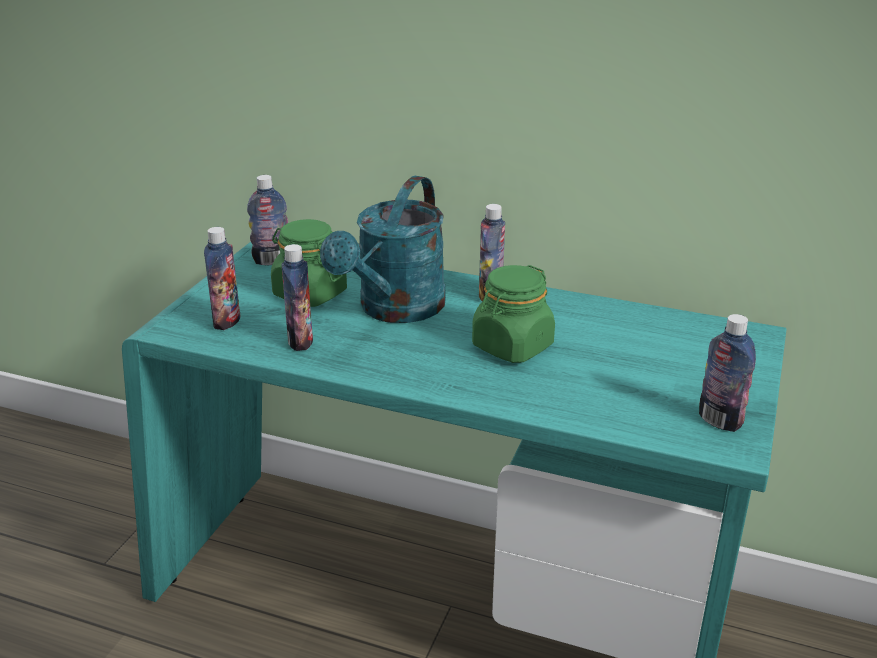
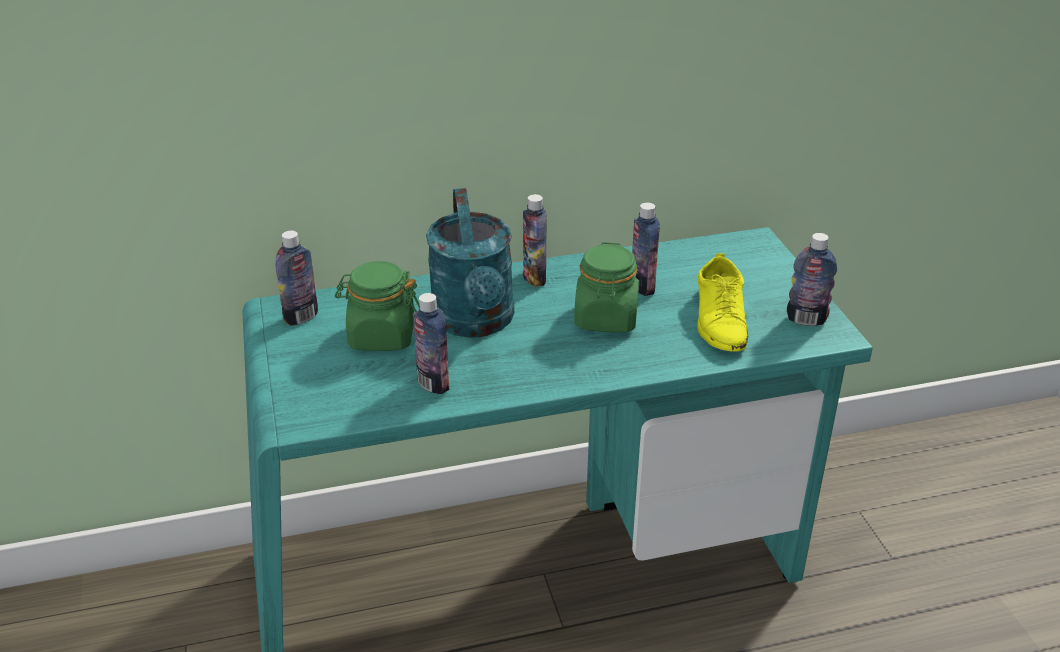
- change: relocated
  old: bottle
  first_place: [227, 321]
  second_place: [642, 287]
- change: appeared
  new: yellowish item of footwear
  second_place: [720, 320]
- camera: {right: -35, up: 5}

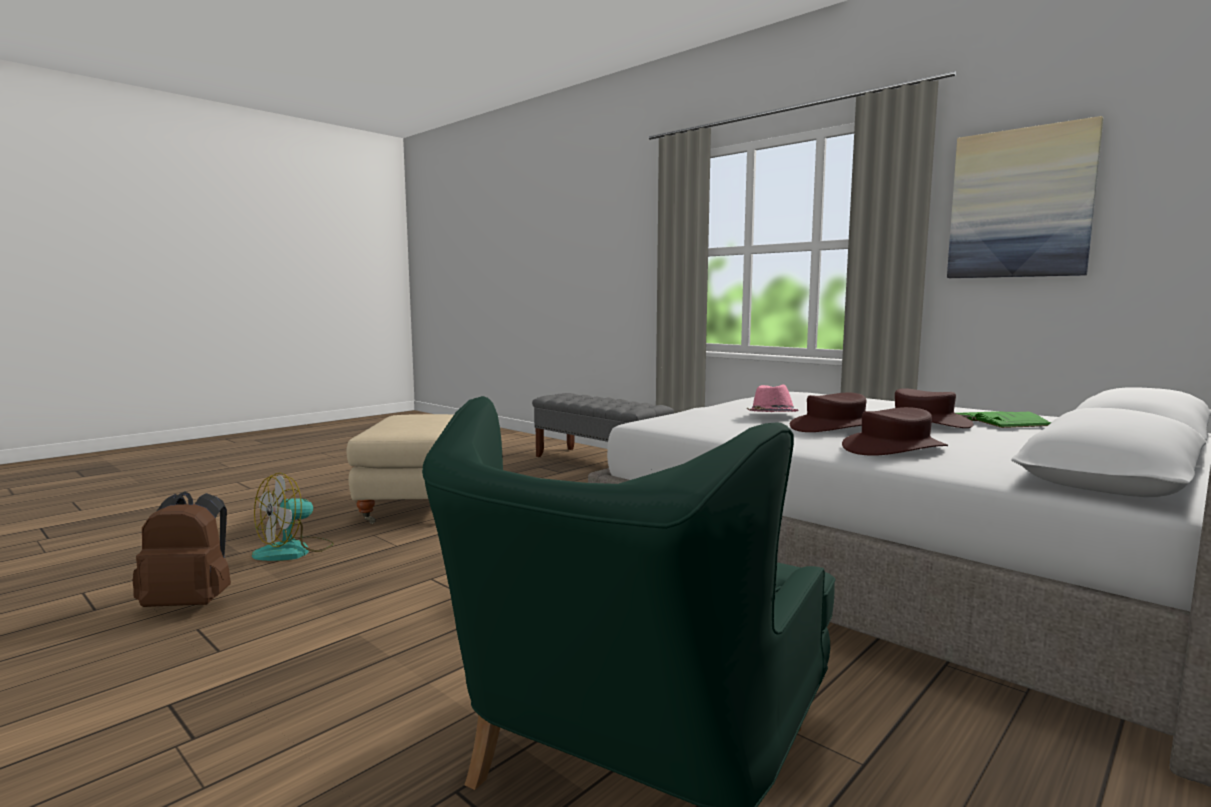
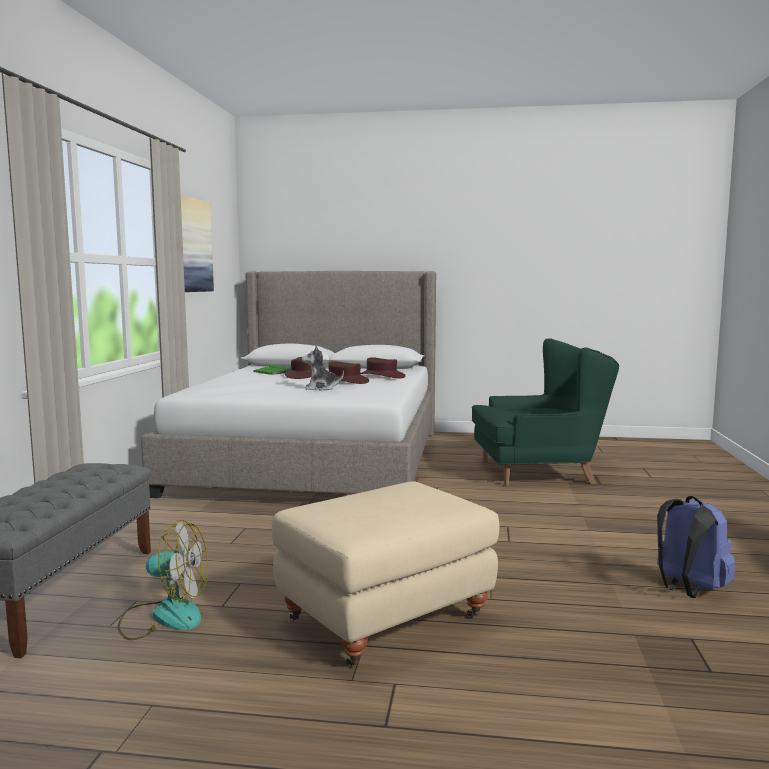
- change: colour
  old: brownish knapsack
  new: blue knapsack
  first_place: [191, 603]
  second_place: [688, 590]
- change: relocated
  old: electric fan
  first_place: [294, 551]
  second_place: [164, 616]
- change: exchanged
  old: pink clothing hat
  new: plush toy
  first_place: [772, 416]
  second_place: [321, 388]
- camera: {right: -125, up: 0}

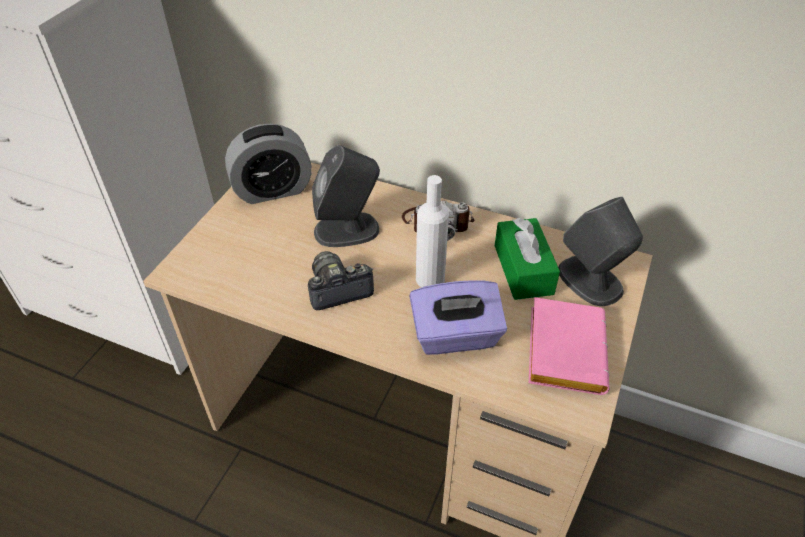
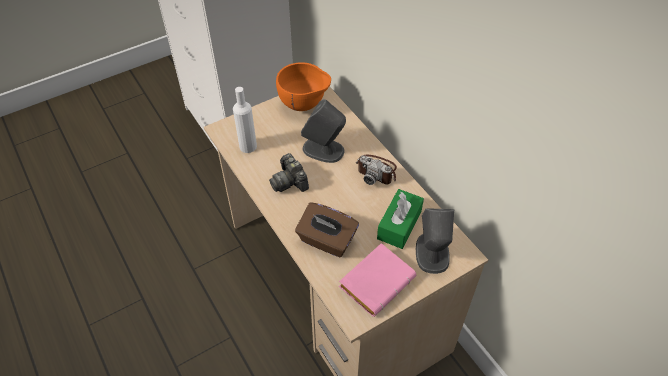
- change: exchanged
  old: table clock
  new: orangey bowl
  first_place: [272, 190]
  second_place: [304, 105]
- change: spun
  old: still camera
  first_place: [338, 290]
  second_place: [289, 181]
  degrees: -135
- change: colour
  old: purplish tissue holder
  new: brownish tissue holder
  first_place: [456, 336]
  second_place: [326, 241]
- change: relocated
  old: whitish bottle
  first_place: [430, 279]
  second_place: [248, 146]
- camera: {right: 35, up: 5}

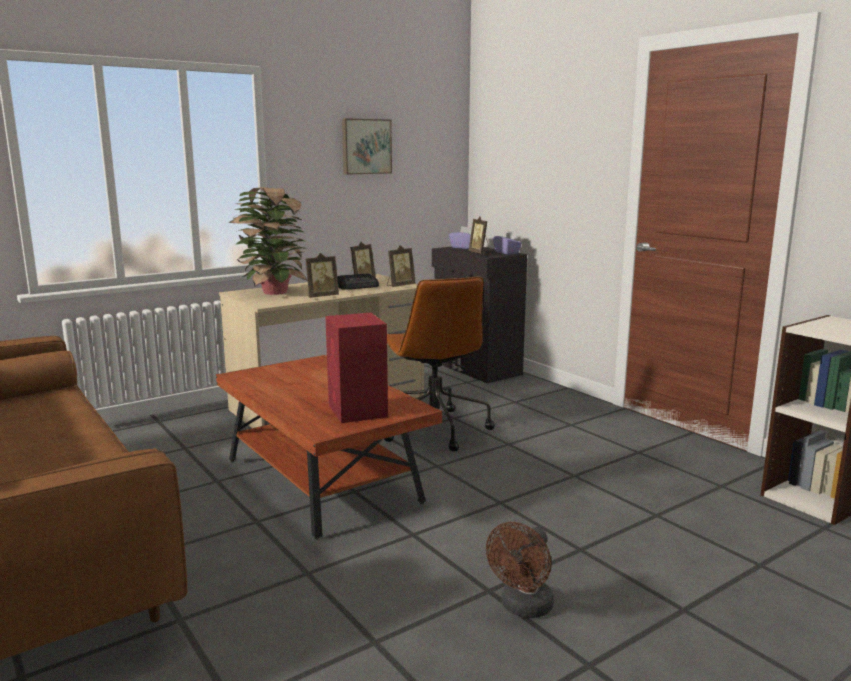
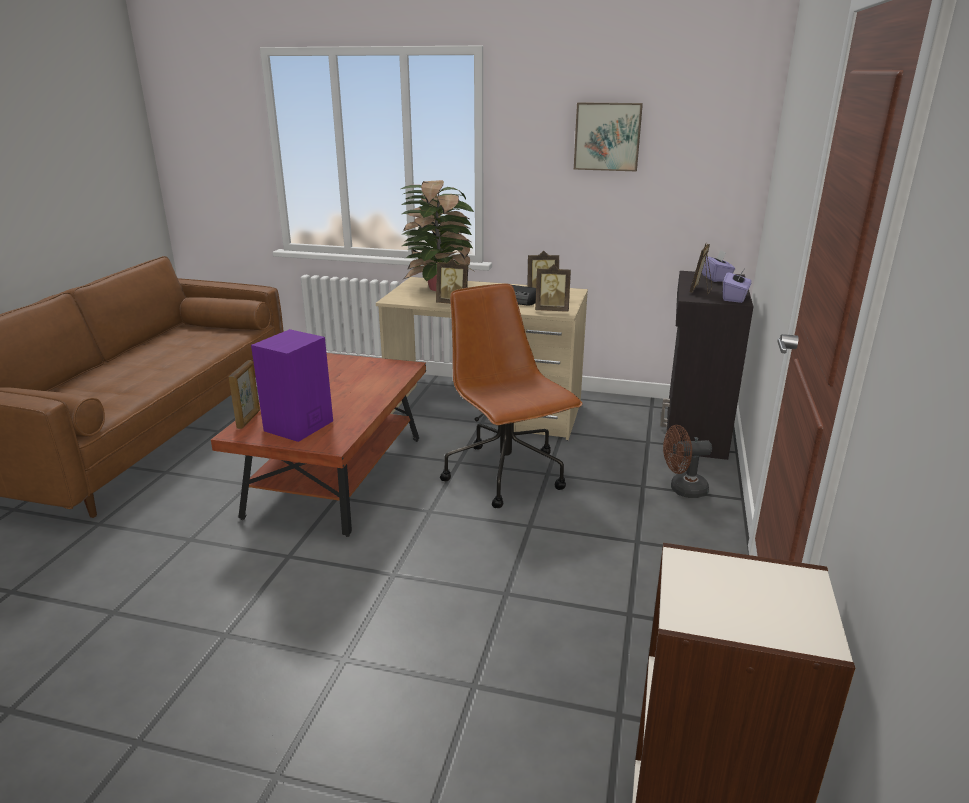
- change: colour
  old: reddish loudspeaker
  new: purplish loudspeaker
  first_place: [358, 411]
  second_place: [297, 426]
- change: spun
  old: brownish desk chair
  first_place: [433, 429]
  second_place: [506, 475]
  degrees: 120
- change: relocated
  old: brownish electric fan
  first_place: [523, 608]
  second_place: [682, 490]
- change: appeared
  new: picture frame
  second_place: [249, 419]
- camera: {right: 50, up: 10}

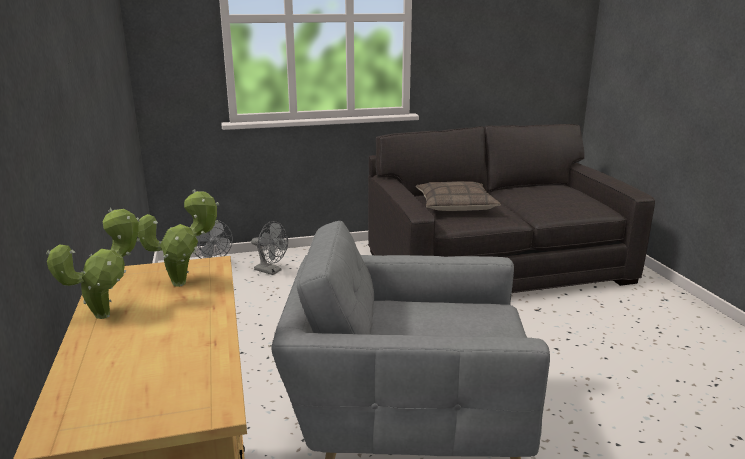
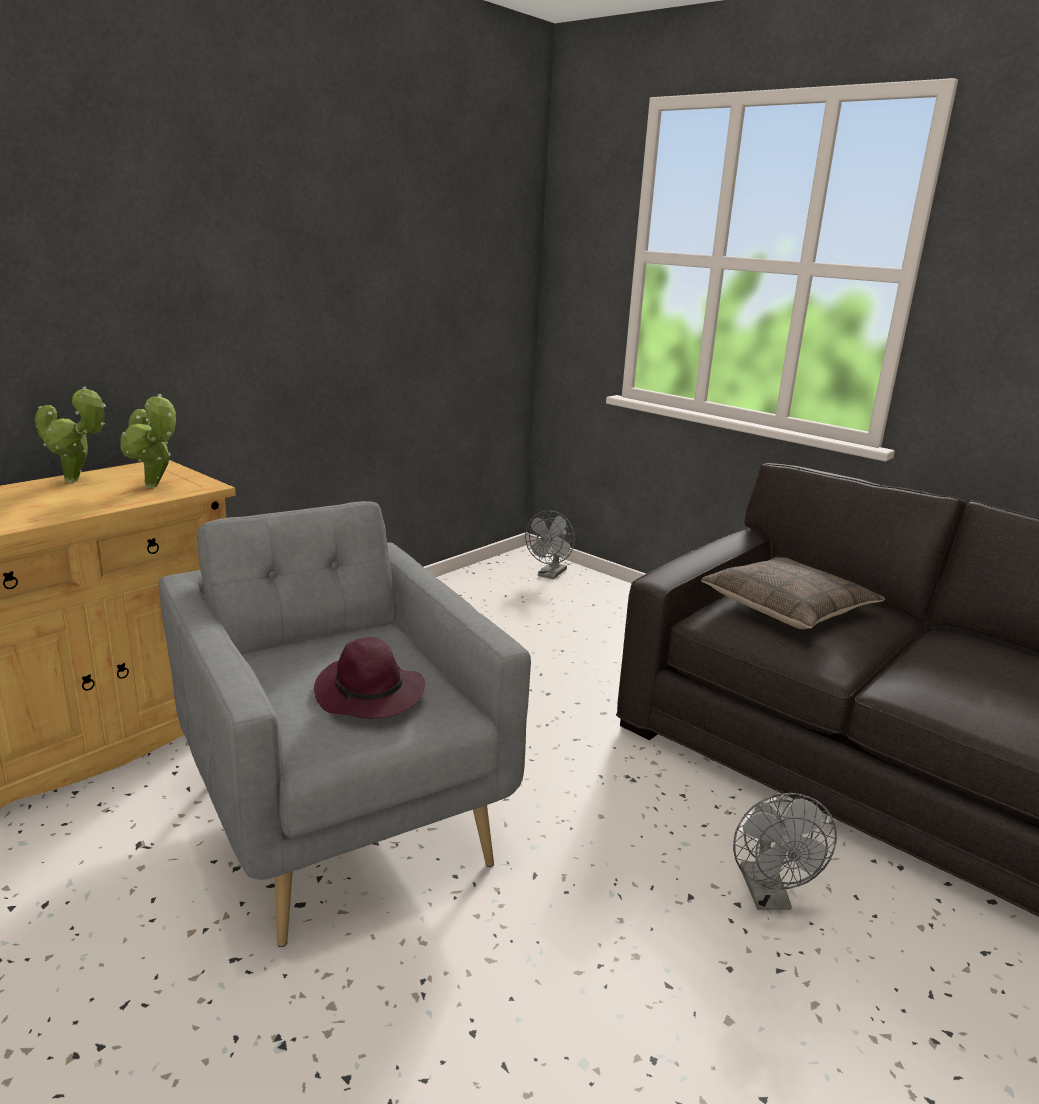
- change: relocated
  old: grey electric fan
  first_place: [271, 271]
  second_place: [768, 897]
- change: appeared
  new: purplish clothing hat
  second_place: [370, 694]
- camera: {right: 55, up: 0}

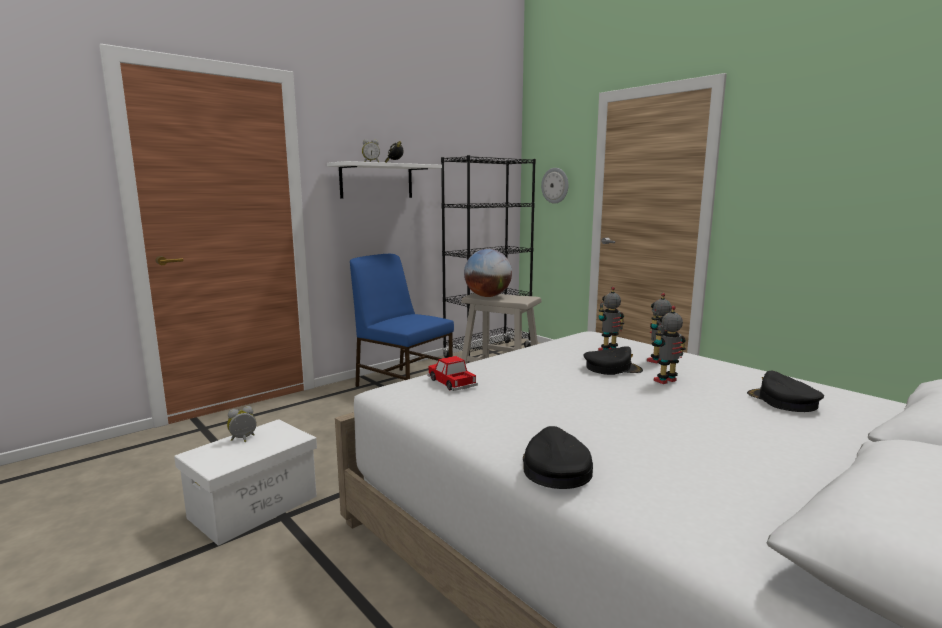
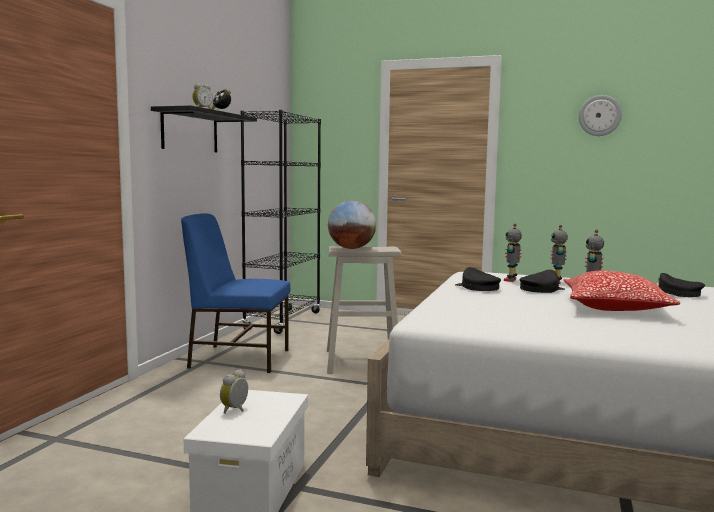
- change: colour
  old: whitish bracket shelf
  new: blackish bracket shelf
  first_place: [376, 181]
  second_place: [190, 131]
- change: missing
  old: model car
  first_place: [451, 382]
- change: relocated
  old: blackish cap
  first_place: [555, 468]
  second_place: [477, 287]
- change: relocated
  old: clock on the wall
  first_place: [555, 185]
  second_place: [600, 115]
- change: appeared
  new: throw pillow
  second_place: [614, 308]
- camera: {right: -30, up: -5}

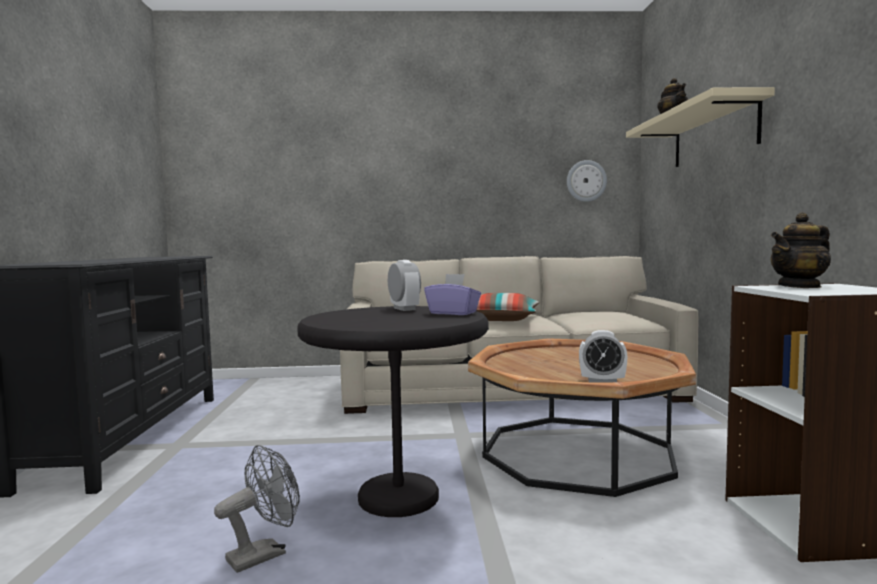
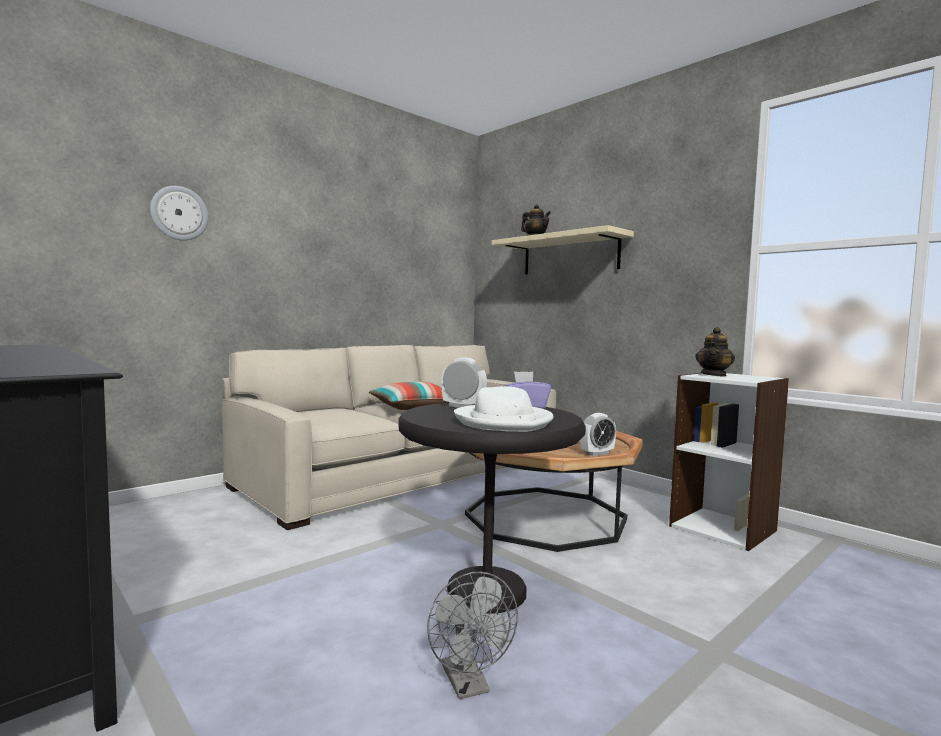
- change: spun
  old: grey electric fan
  first_place: [264, 554]
  second_place: [469, 685]
  degrees: 150
- change: relocated
  old: clock on the wall
  first_place: [586, 181]
  second_place: [179, 213]
- change: appeared
  new: whitish clothing hat
  second_place: [504, 422]
- camera: {right: -40, up: 0}

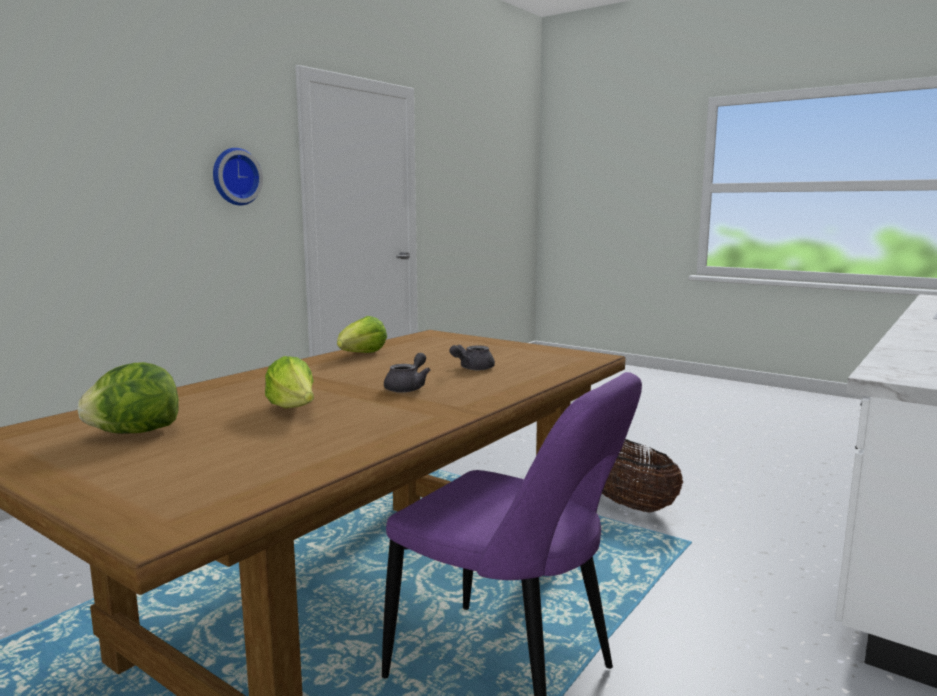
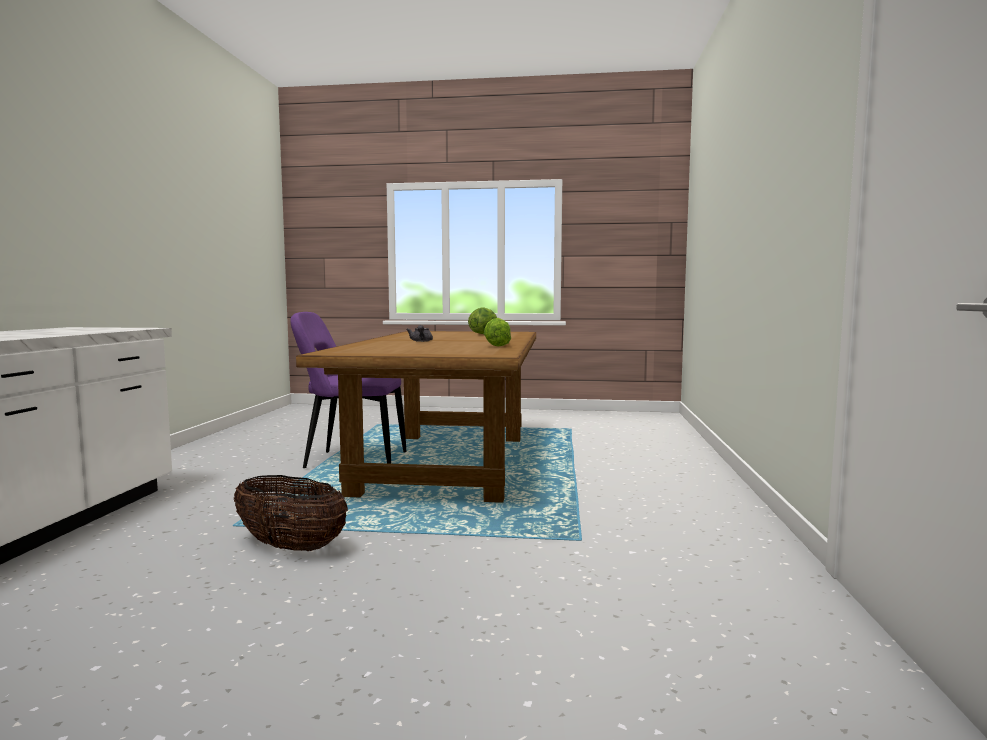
- change: missing
  old: clock on the wall
  first_place: [235, 176]
- change: missing
  old: lettuce
  first_place: [294, 410]
- change: missing
  old: grey pot for tea
  first_place: [472, 368]
- camera: {right: 150, up: -5}

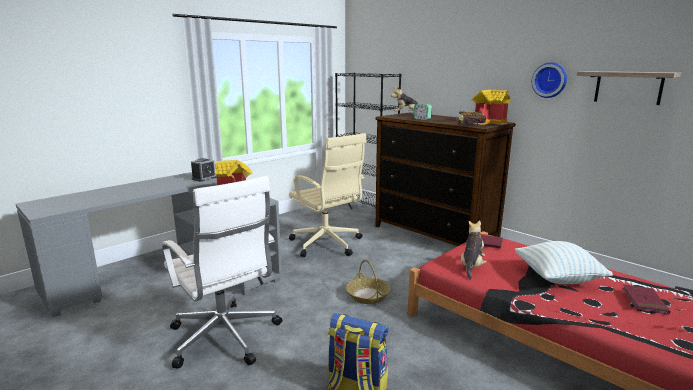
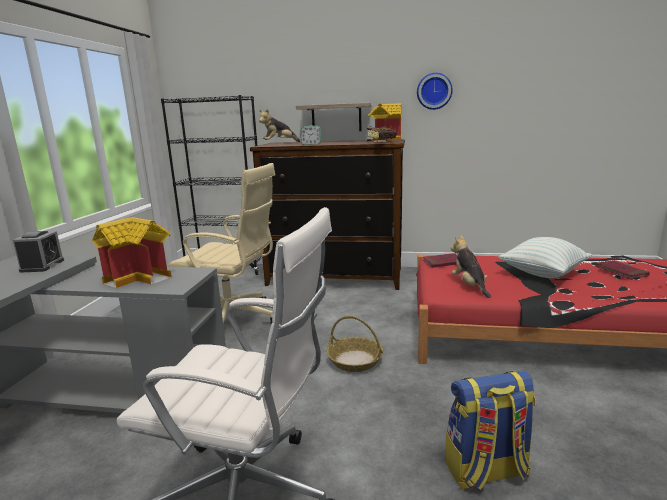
- change: relocated
  old: bracket shelf
  first_place: [628, 87]
  second_place: [336, 118]
- camera: {right: -35, up: 0}

